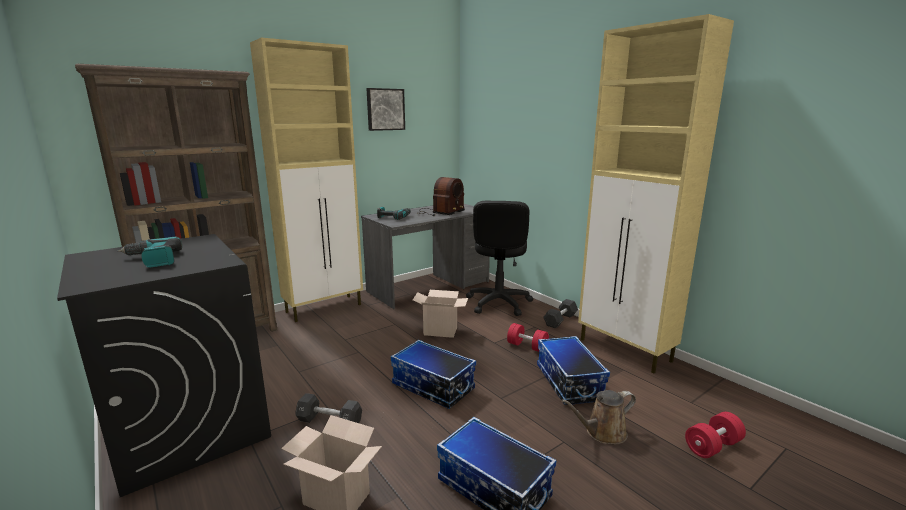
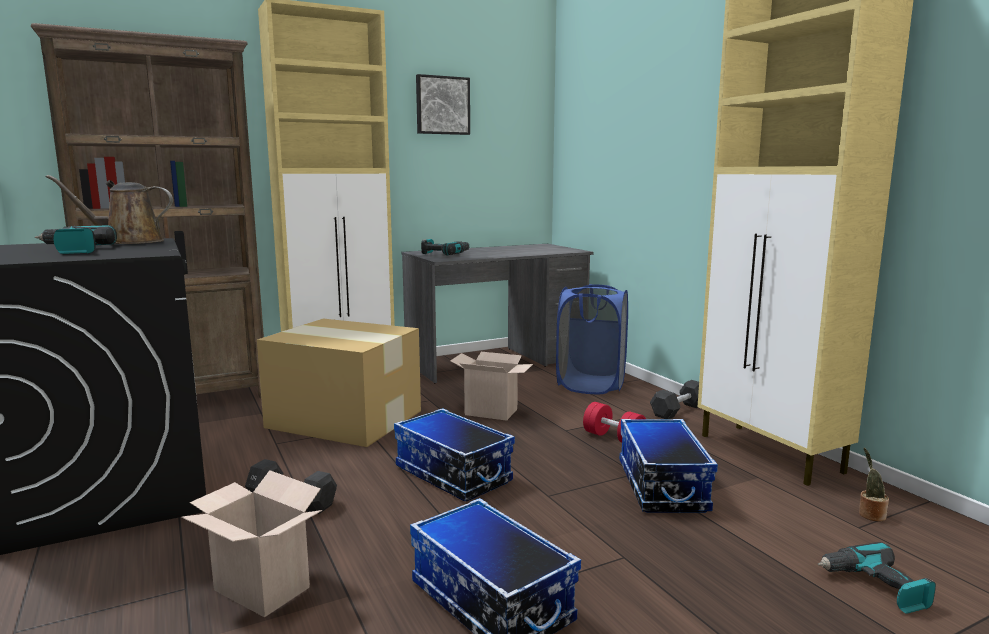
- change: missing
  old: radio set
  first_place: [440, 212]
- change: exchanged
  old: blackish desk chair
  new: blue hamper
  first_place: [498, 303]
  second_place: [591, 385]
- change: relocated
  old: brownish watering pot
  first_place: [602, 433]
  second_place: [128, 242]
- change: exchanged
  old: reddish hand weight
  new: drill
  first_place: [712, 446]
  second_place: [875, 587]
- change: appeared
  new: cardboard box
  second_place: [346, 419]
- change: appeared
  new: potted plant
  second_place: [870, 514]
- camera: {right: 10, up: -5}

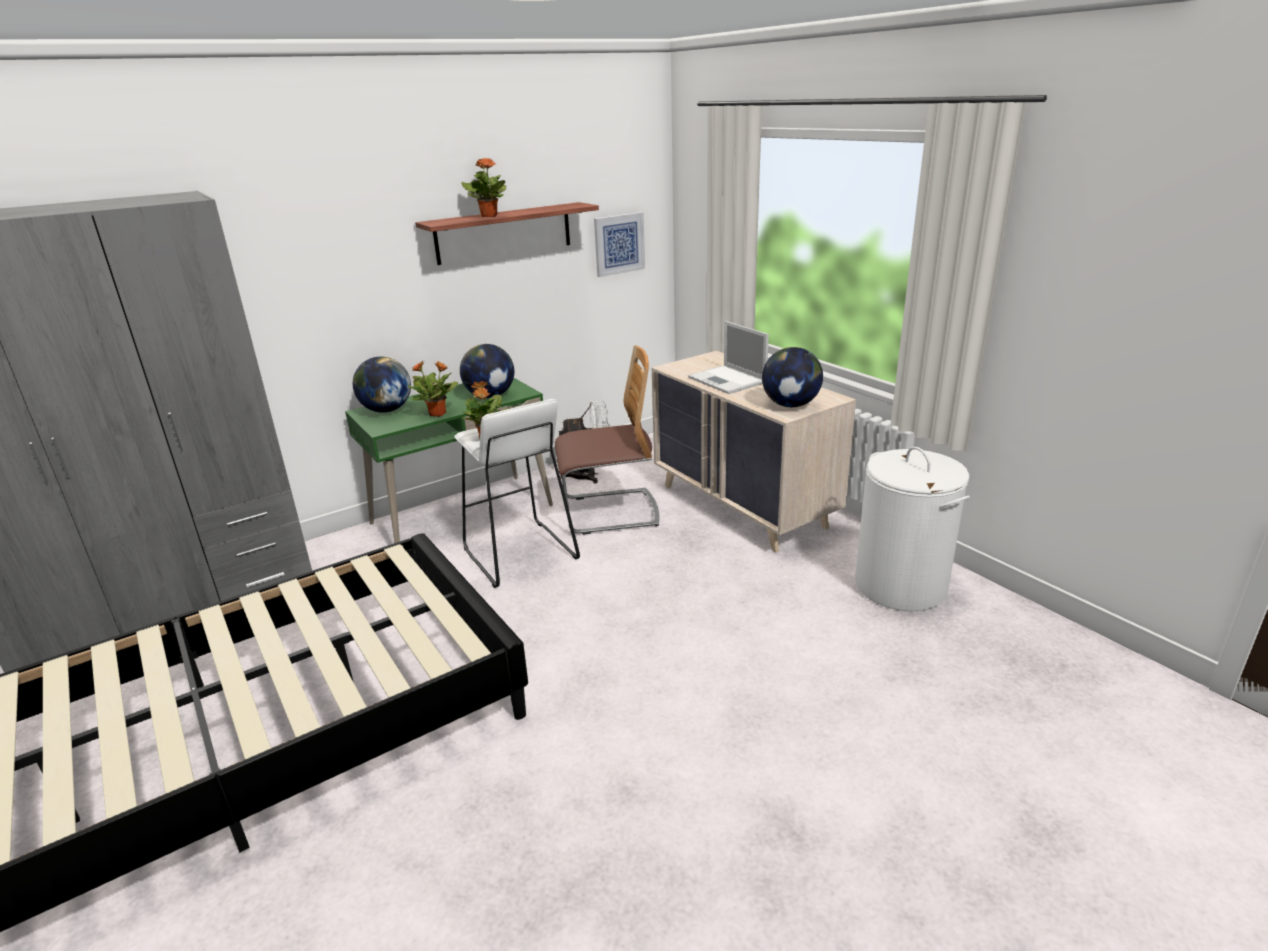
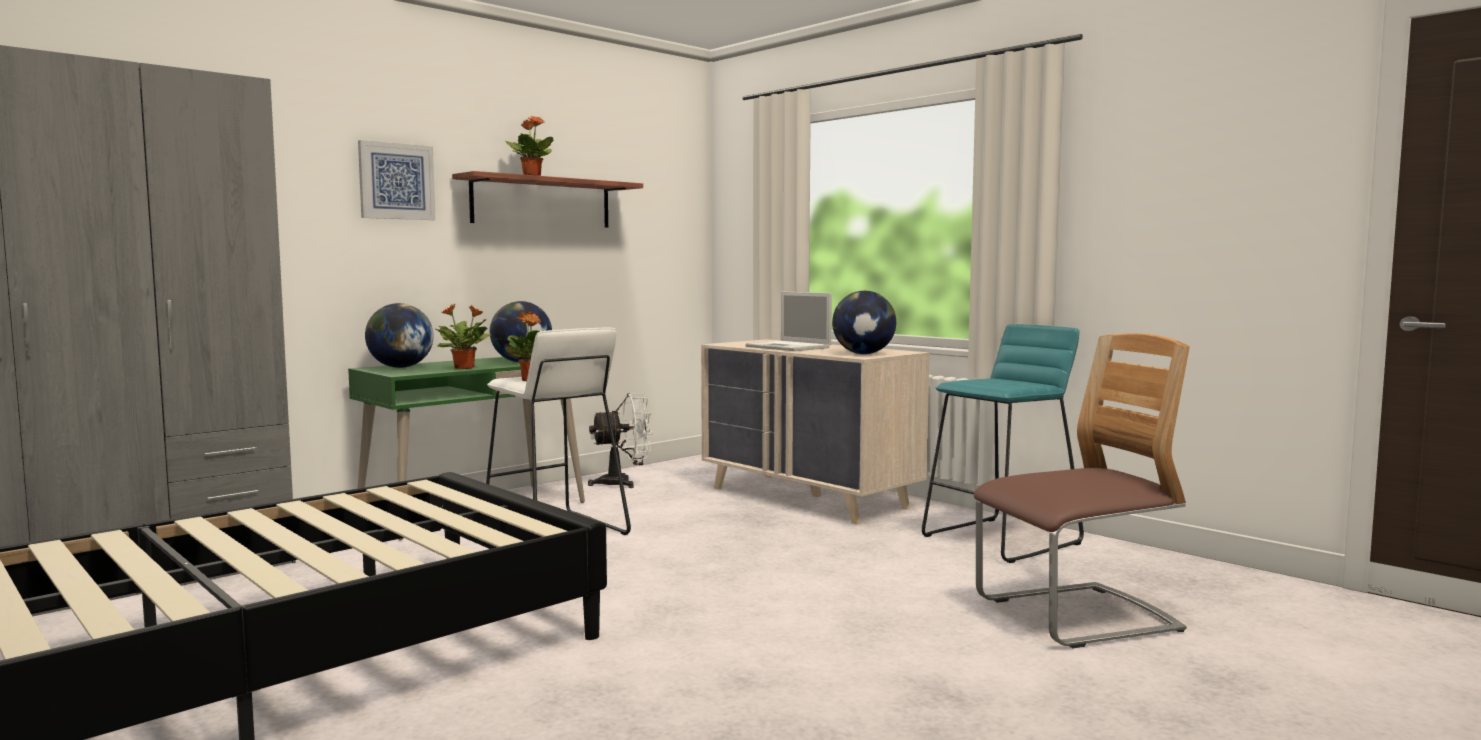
- change: relocated
  old: upright chair
  first_place: [609, 512]
  second_place: [1076, 617]
- change: relocated
  old: wall picture
  first_place: [619, 244]
  second_place: [396, 181]
- change: exchanged
  old: whitish hamper
  new: turquoise-coloured sitting stool
  first_place: [901, 585]
  second_place: [1002, 540]
- camera: {right: -10, up: -20}

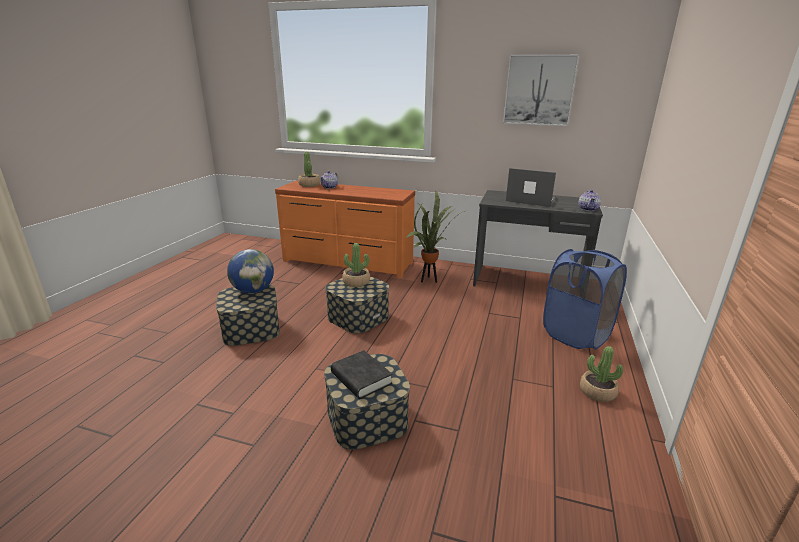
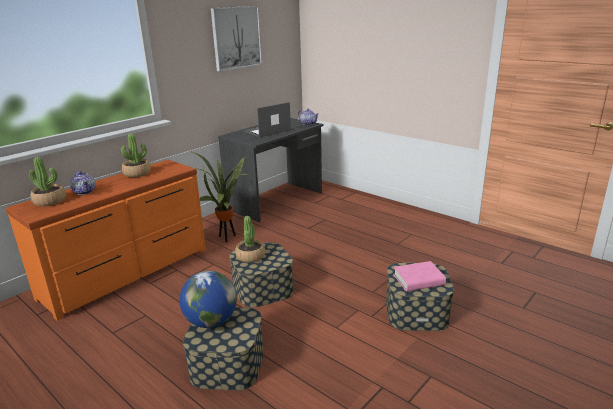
- change: colour
  old: blackish volume
  new: pink volume
  first_place: [361, 378]
  second_place: [418, 280]
- change: missing
  old: blue hamper
  first_place: [576, 335]
- change: relocated
  old: potted plant
  first_place: [597, 392]
  second_place: [137, 173]
- camera: {right: -65, up: 0}

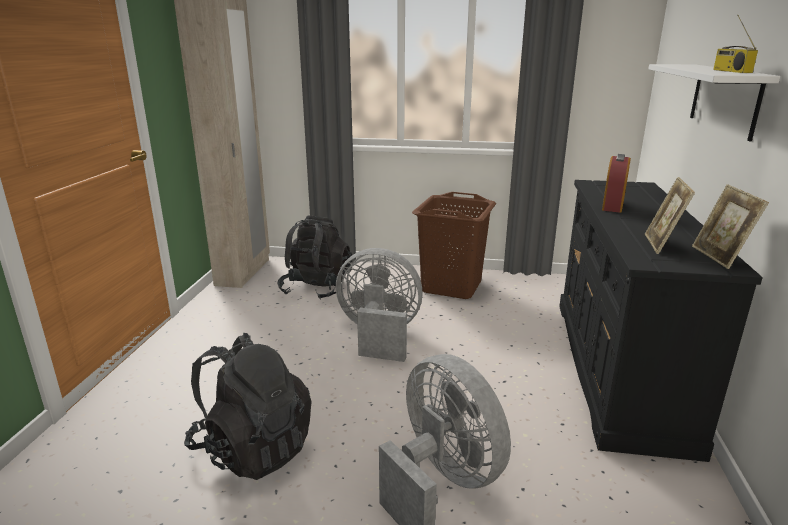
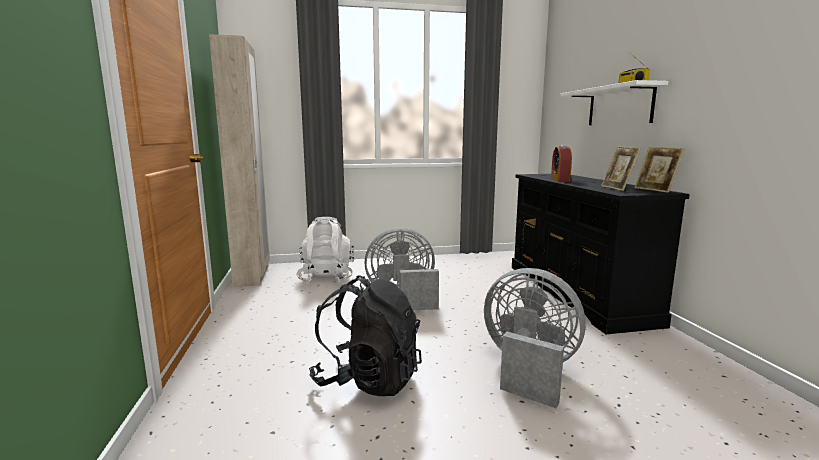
- change: colour
  old: blackish knapsack
  new: whitish knapsack
  first_place: [316, 288]
  second_place: [326, 278]
- change: missing
  old: brownish hamper
  first_place: [452, 286]
- camera: {right: -20, up: -10}

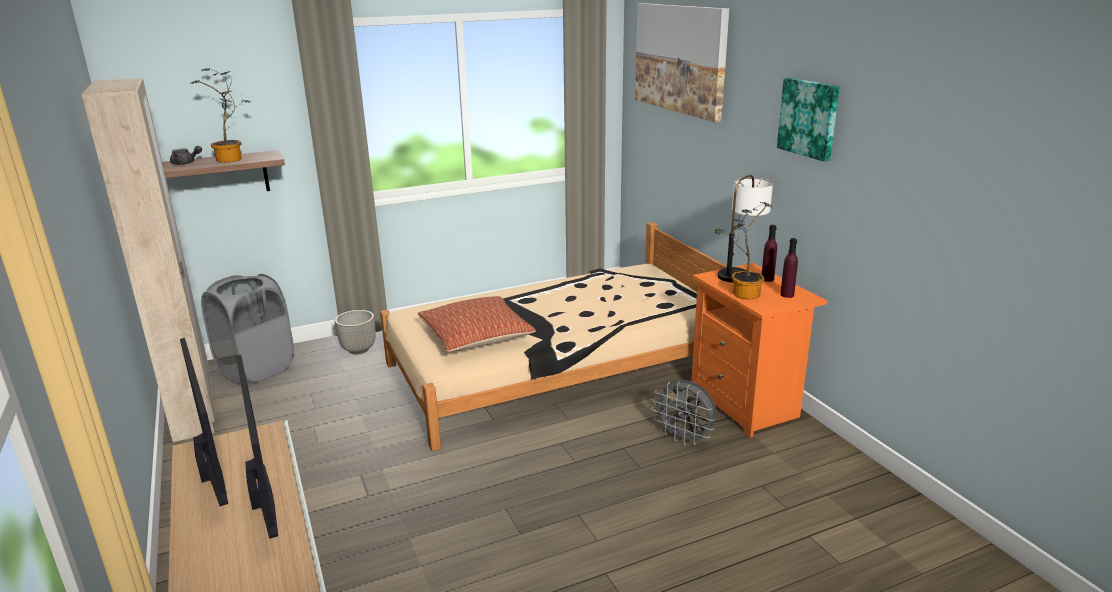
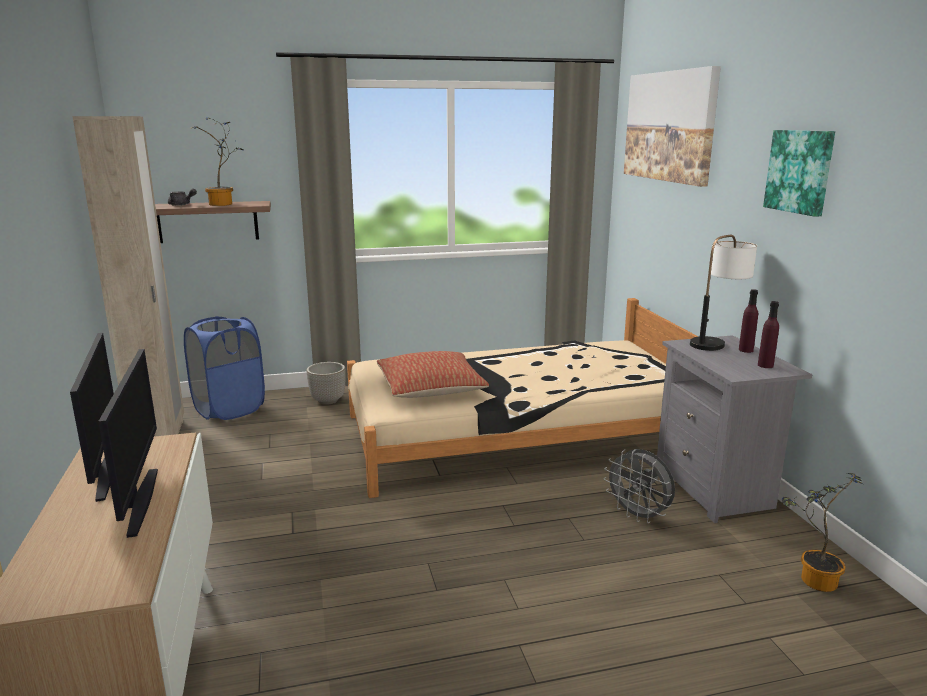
- change: colour
  old: grey hamper
  new: blue hamper
  first_place: [257, 369]
  second_place: [229, 409]
- change: colour
  old: orangey night table
  new: grey night table
  first_place: [747, 404]
  second_place: [716, 489]
- change: relocated
  old: potted plant
  first_place: [742, 293]
  second_place: [813, 579]
- camera: {right: 10, up: -5}

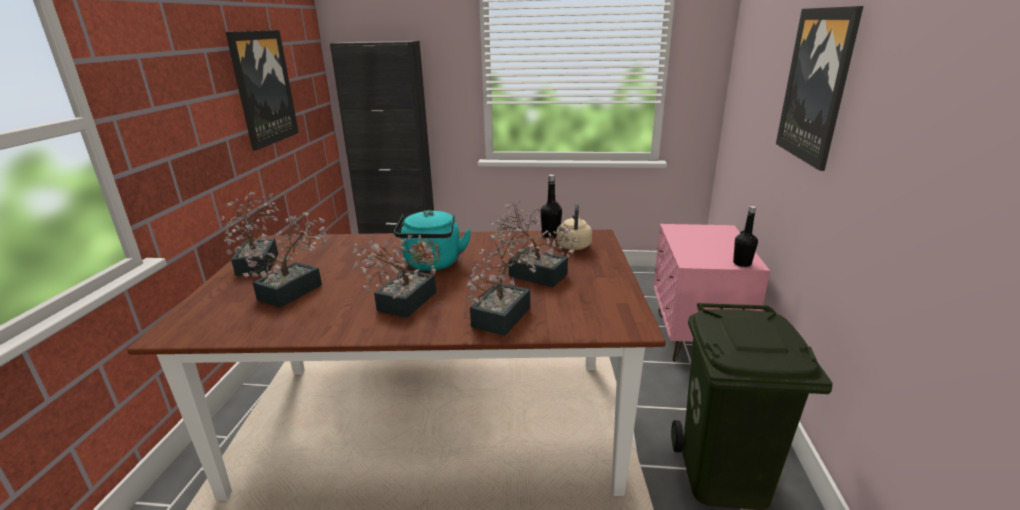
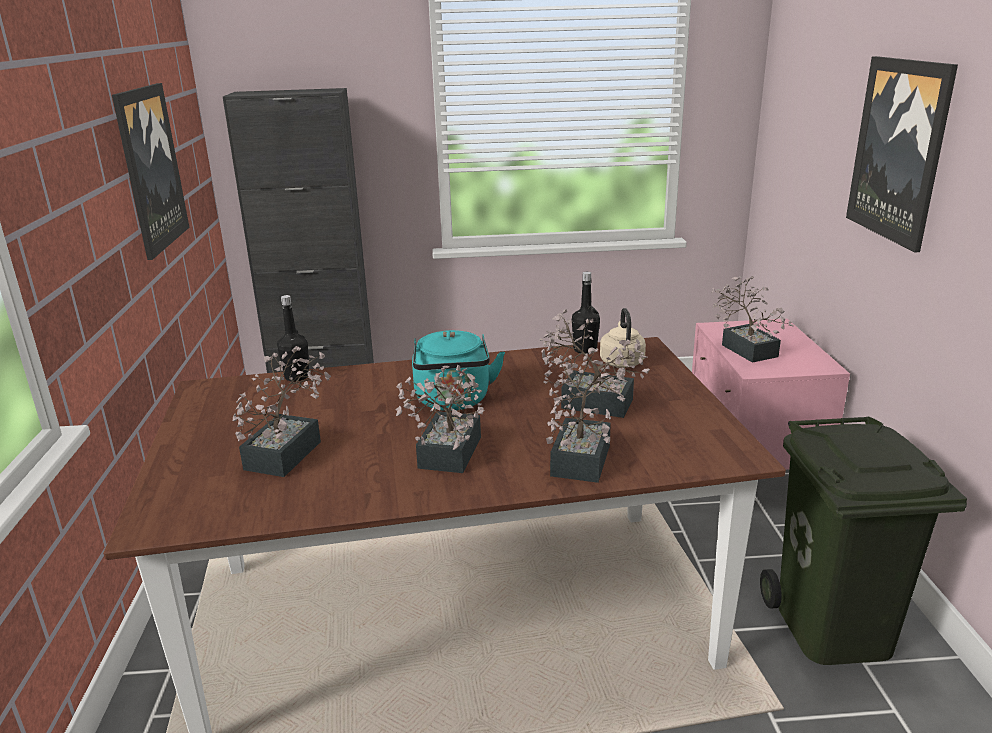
- change: relocated
  old: potted plant
  first_place: [260, 261]
  second_place: [745, 348]
- change: relocated
  old: blackish bottle
  first_place: [742, 263]
  second_place: [297, 377]
- camera: {right: -10, up: 0}

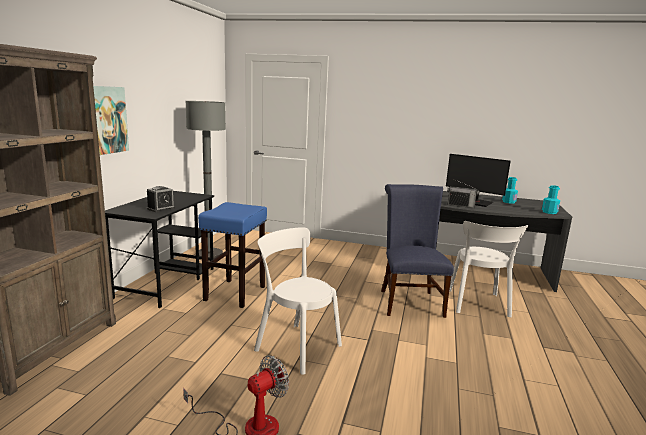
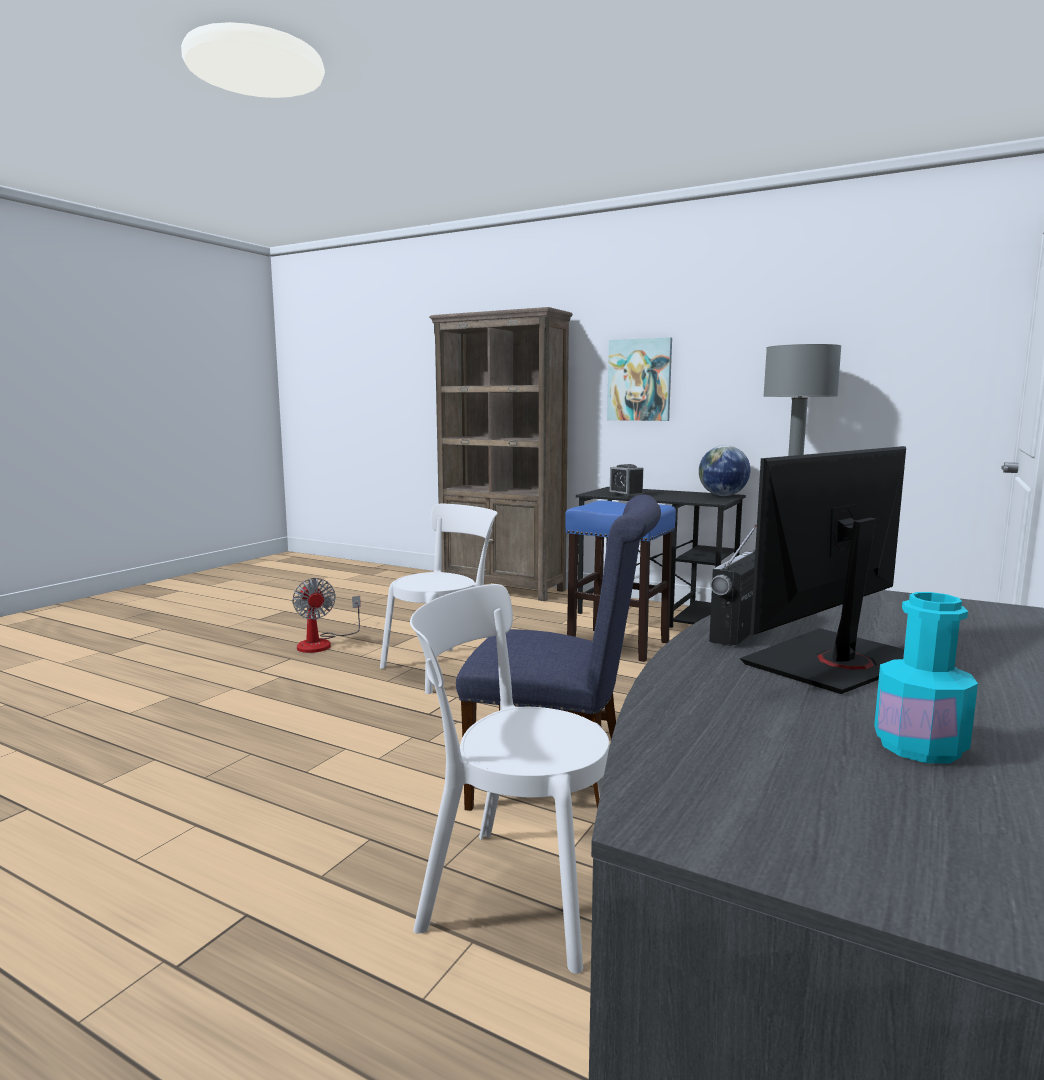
- change: missing
  old: turquoise-coloured bottle
  first_place: [549, 212]
- change: appeared
  new: globe
  second_place: [722, 495]
- camera: {right: 105, up: -5}

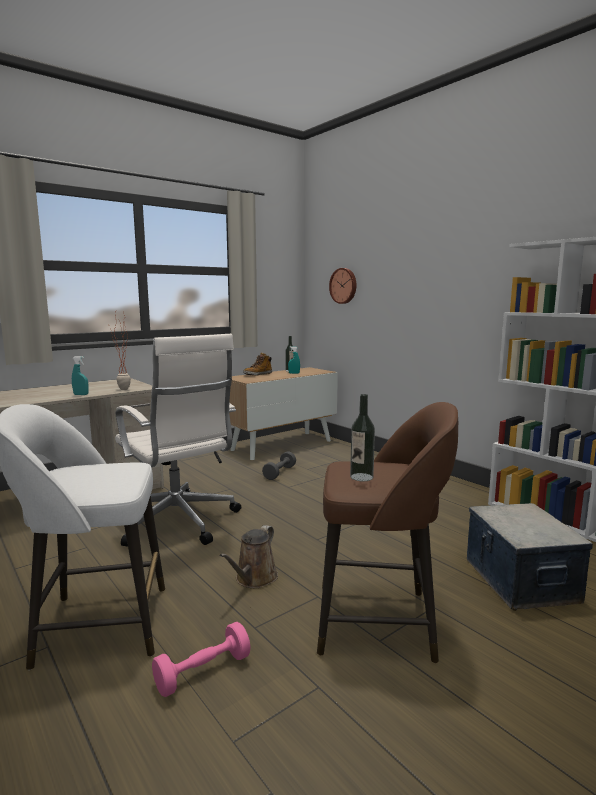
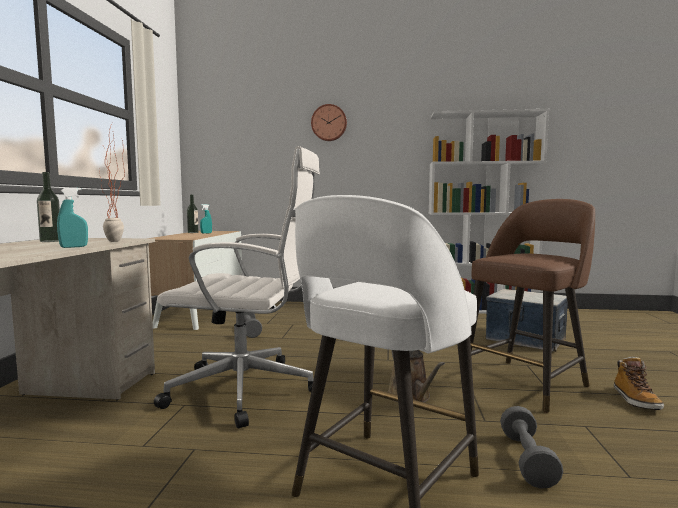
- change: colour
  old: pink hand weight
  new: grey hand weight
  first_place: [203, 672]
  second_place: [527, 460]
- change: relocated
  old: tall boot
  first_place: [258, 374]
  second_place: [635, 400]
- change: relocated
  old: clock on the wall
  first_place: [344, 286]
  second_place: [329, 123]
- change: relocated
  old: bottle
  first_place: [361, 477]
  second_place: [51, 241]
- camera: {right: -45, up: -5}

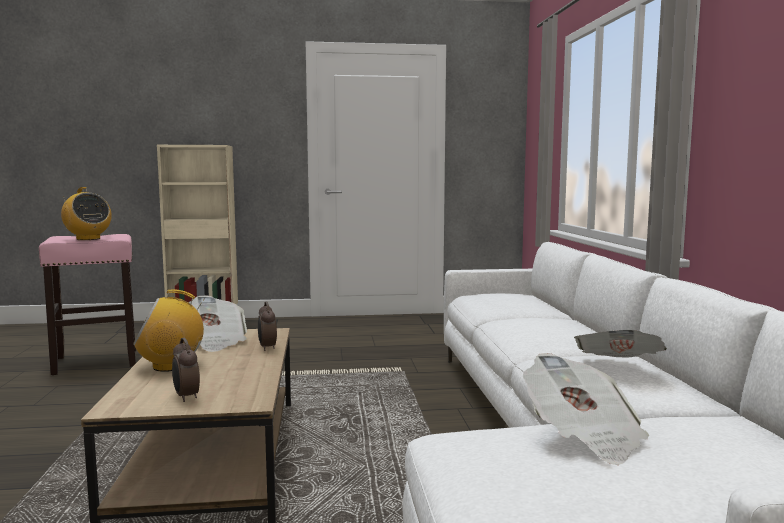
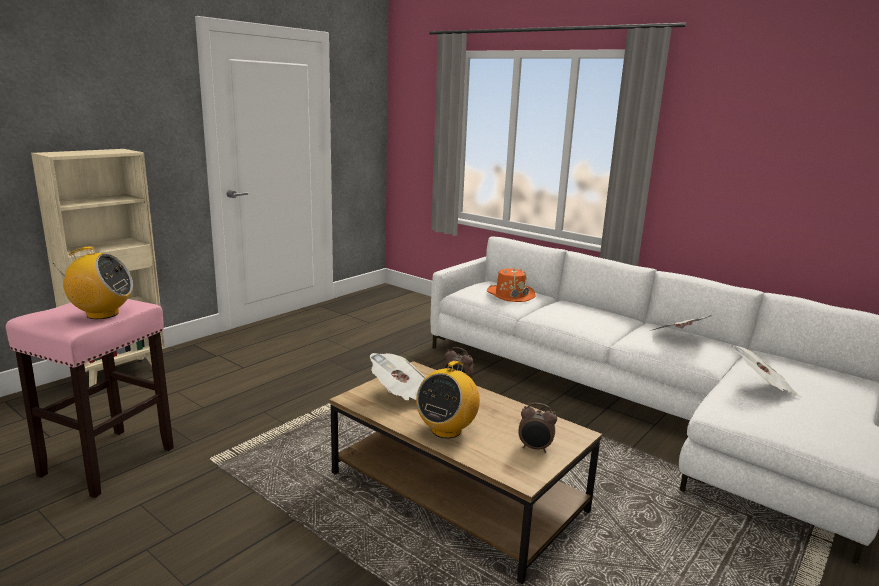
- change: appeared
  new: orangey clothing hat
  second_place: [510, 294]
- camera: {right: -45, up: 10}

